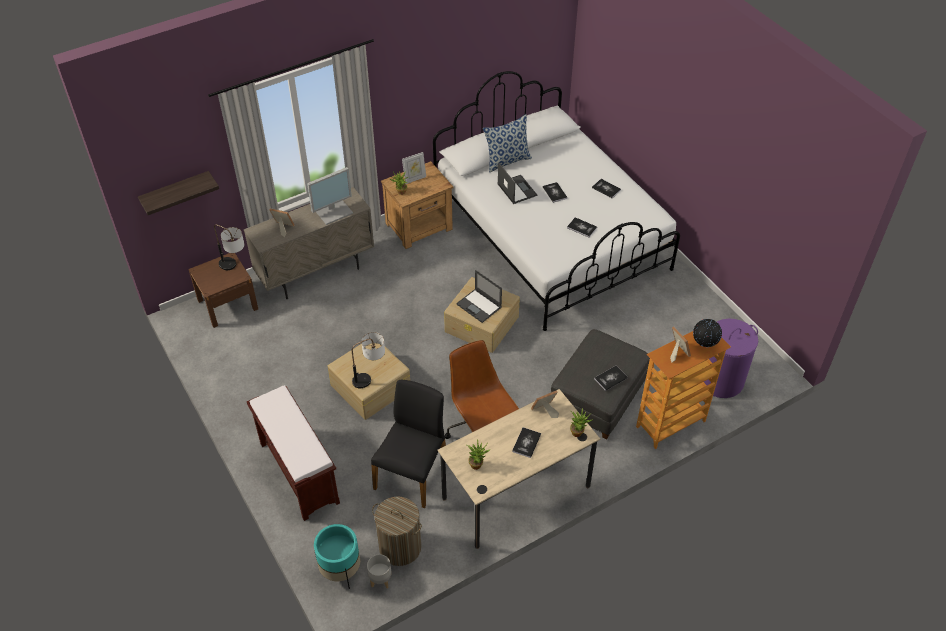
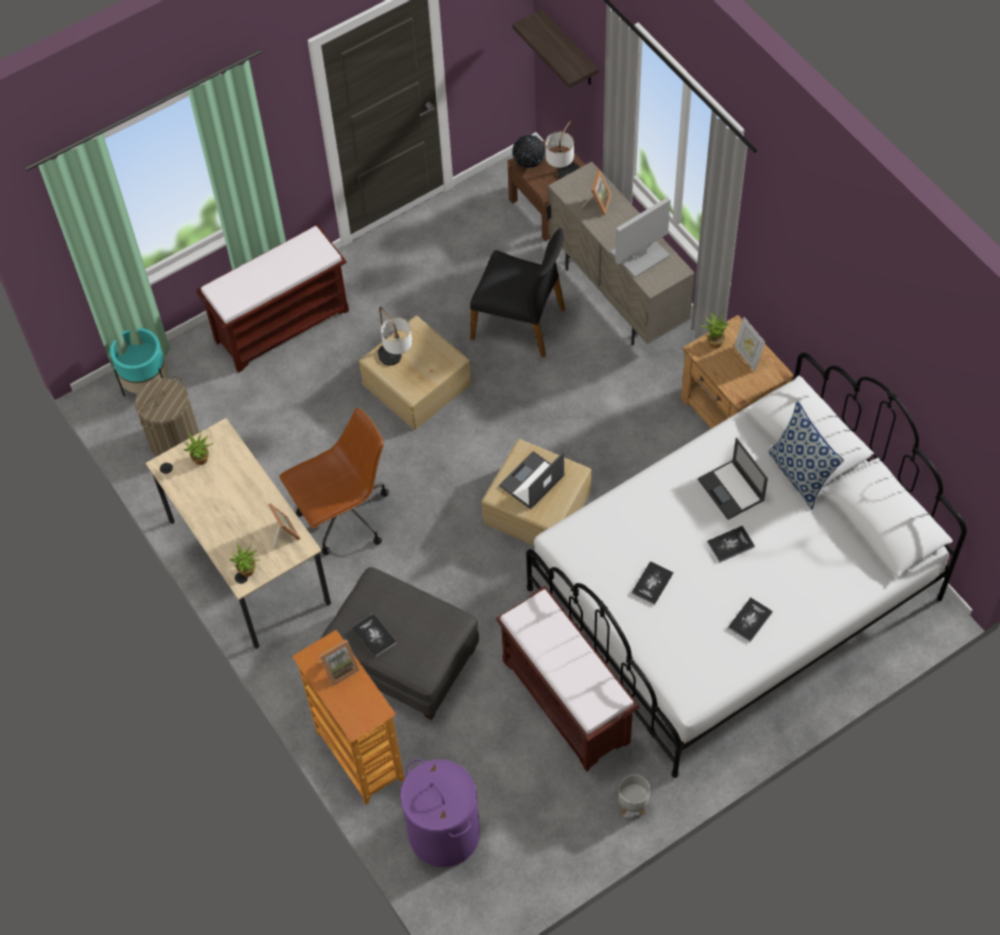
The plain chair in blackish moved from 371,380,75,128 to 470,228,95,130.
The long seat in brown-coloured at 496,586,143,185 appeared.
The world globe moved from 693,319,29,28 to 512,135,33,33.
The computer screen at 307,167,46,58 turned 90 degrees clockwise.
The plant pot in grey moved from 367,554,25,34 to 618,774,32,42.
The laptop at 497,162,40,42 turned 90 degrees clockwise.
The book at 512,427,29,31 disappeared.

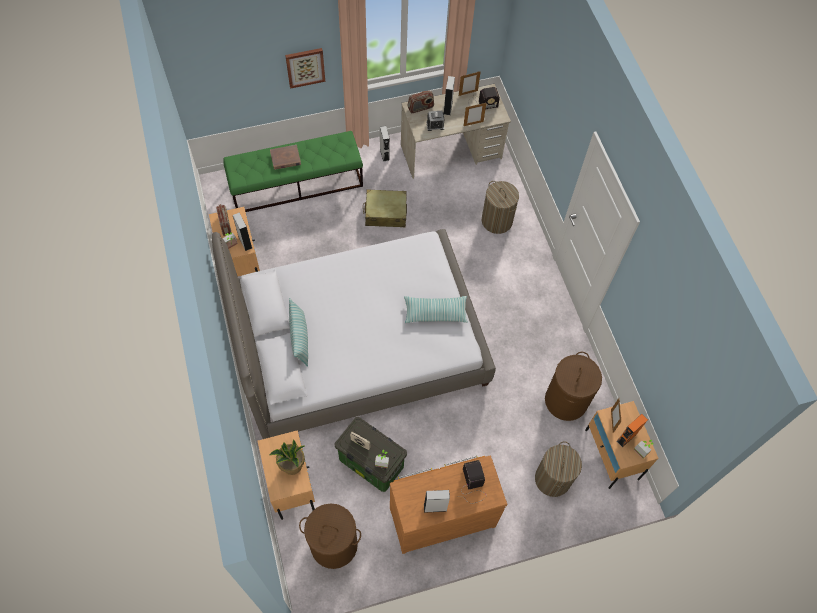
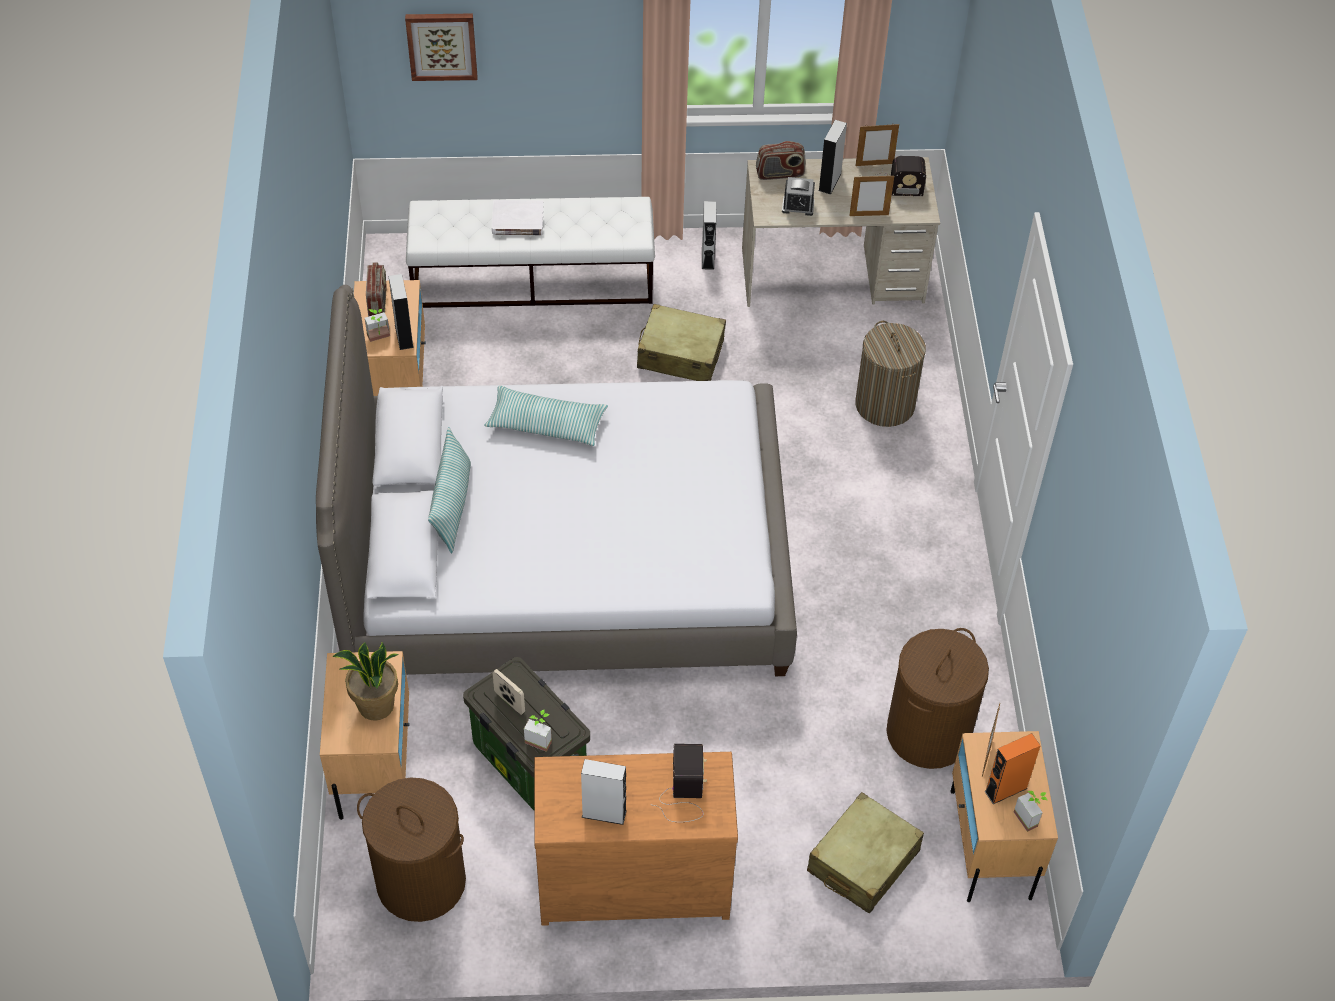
The wall picture moved from 285,48,40,41 to 405,13,72,68.
The long seat in greenish at 223,131,140,81 became the long seat in white at 406,197,249,111.
The cushion moved from 404,296,64,27 to 484,386,124,60.
The book in brown-coloured at 270,145,31,25 became the book in white at 492,200,52,35.
The washing basket at 535,441,47,56 was replaced by the travel case in beige-coloured at 807,792,117,122.

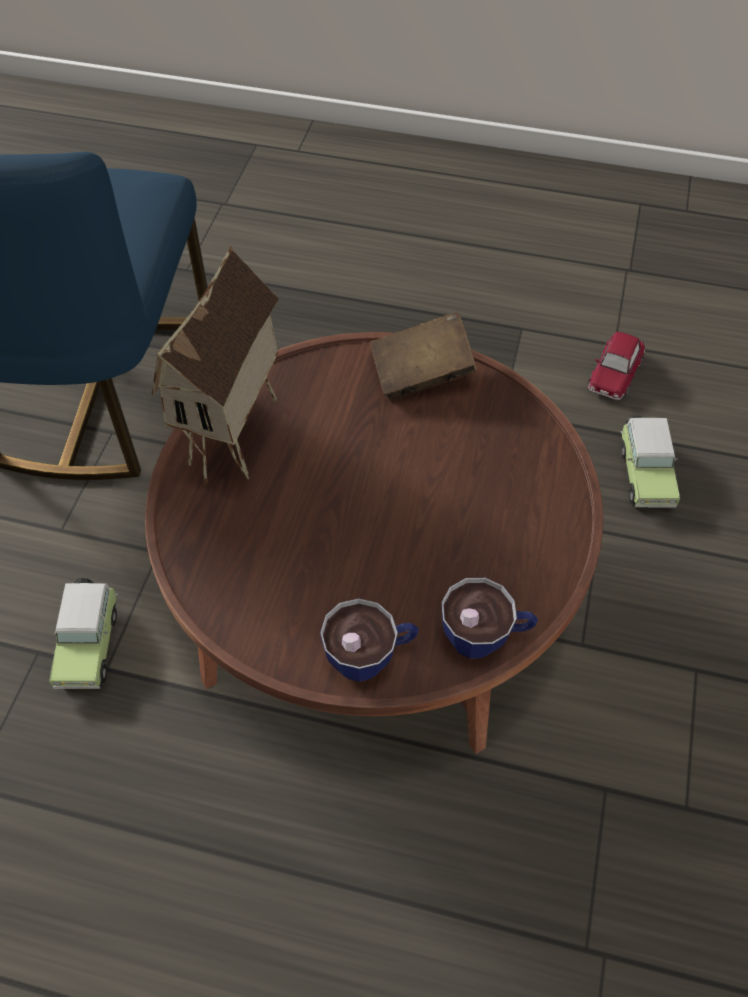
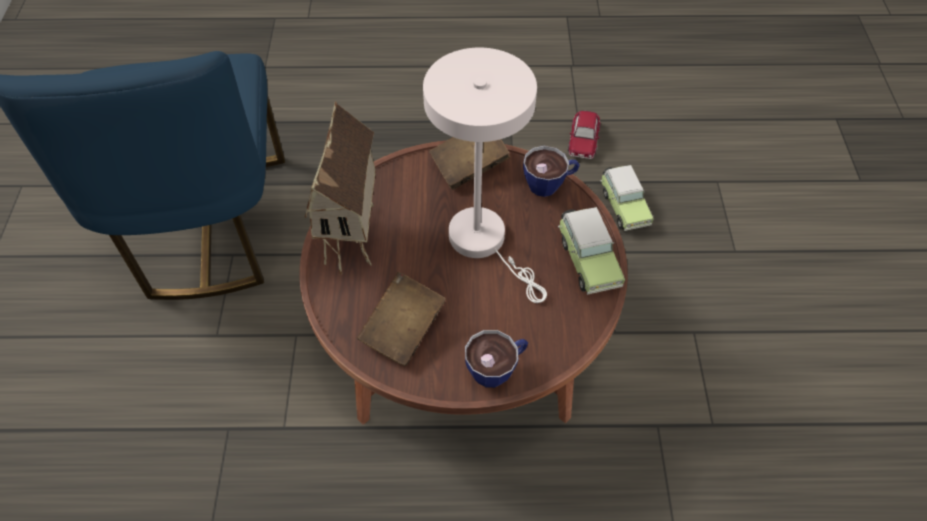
The book in brown-coloured at 357,272,89,94 appeared.
The tabletop lamp in white at 423,48,124,255 appeared.
The small cup moved from 441,578,97,81 to 523,146,57,51.
The toy car moved from 49,578,69,111 to 558,207,67,88.

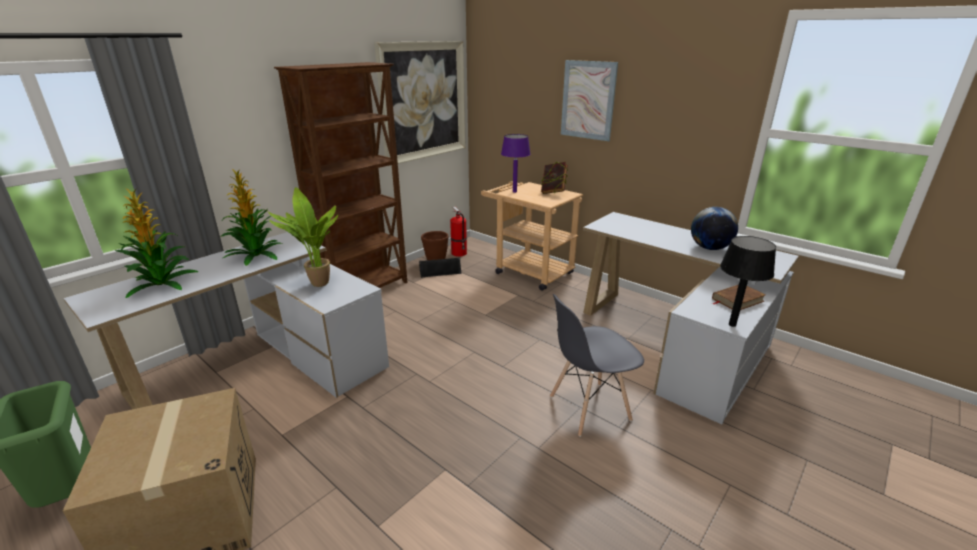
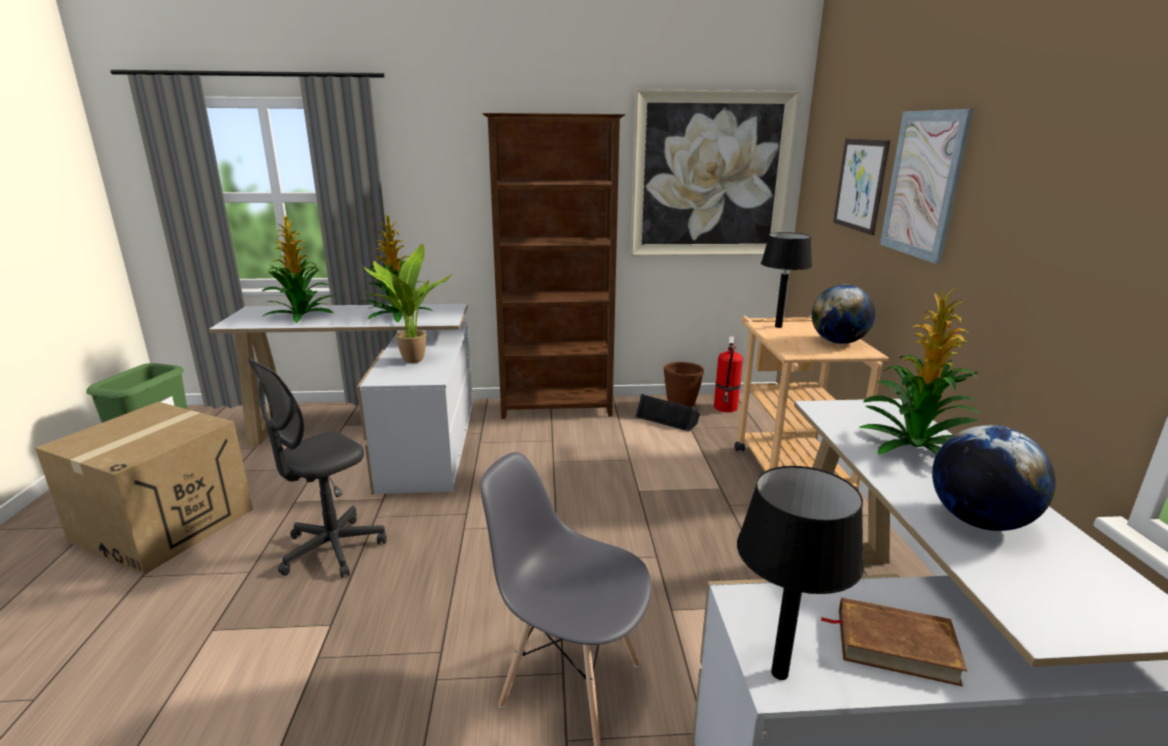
The office chair in grey at 248,358,139,220 appeared.
The tabletop lamp in purple at 501,134,30,59 became the tabletop lamp in blackish at 761,232,51,96.
The book at 541,162,27,32 was replaced by the world globe at 812,284,63,60.
The wall picture at 833,139,57,96 appeared.
The houseplant at 859,287,121,168 appeared.

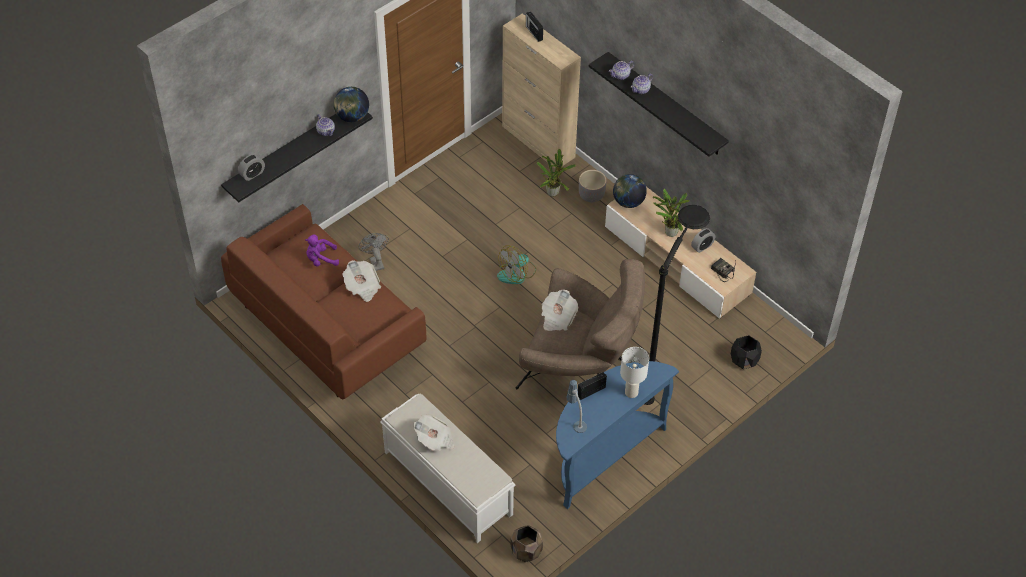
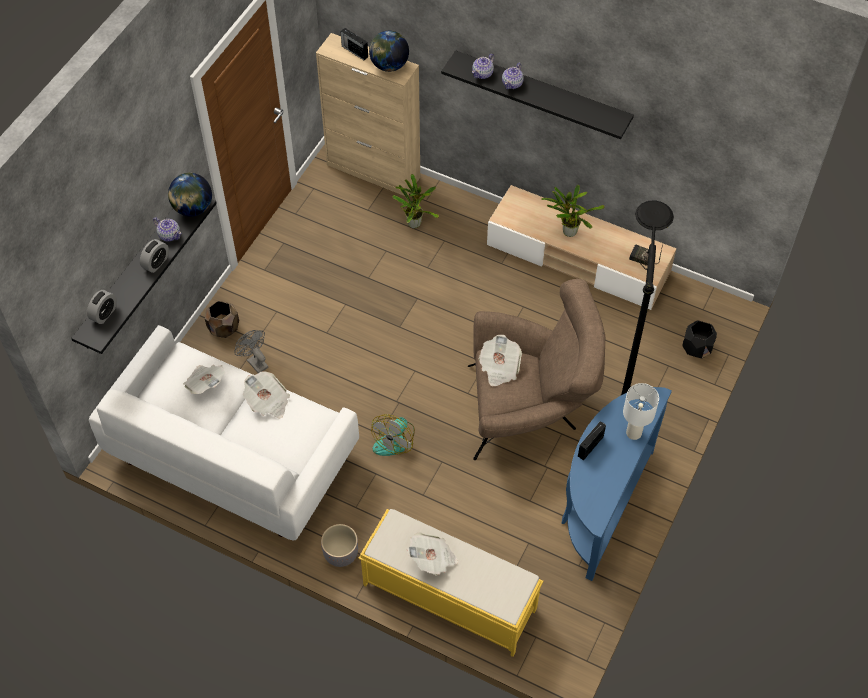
The sofa in brown-coloured at 221,204,205,195 became the sofa in white at 89,325,270,215.
The table clock moved from 691,228,24,25 to 140,239,29,34.
The plush toy in purple at 305,234,34,33 was replaced by the printed paper at 183,365,43,29.
The plant pot in brown-coloured moved from 510,525,33,37 to 205,301,34,37.
The plant pot in grey moved from 579,170,27,32 to 321,524,37,43.
The long seat in white at 380,394,136,149 became the long seat in yellow at 359,509,184,148.
The world globe moved from 613,174,34,34 to 369,31,40,41.
The cooling fan moved from 497,245,39,39 to 371,414,44,42.
The tabletop lamp at 566,380,21,53 disappeared.

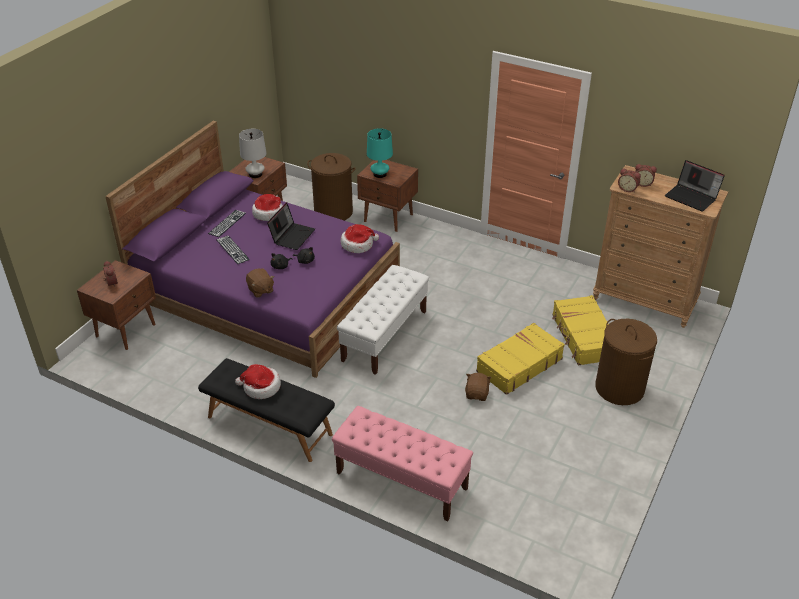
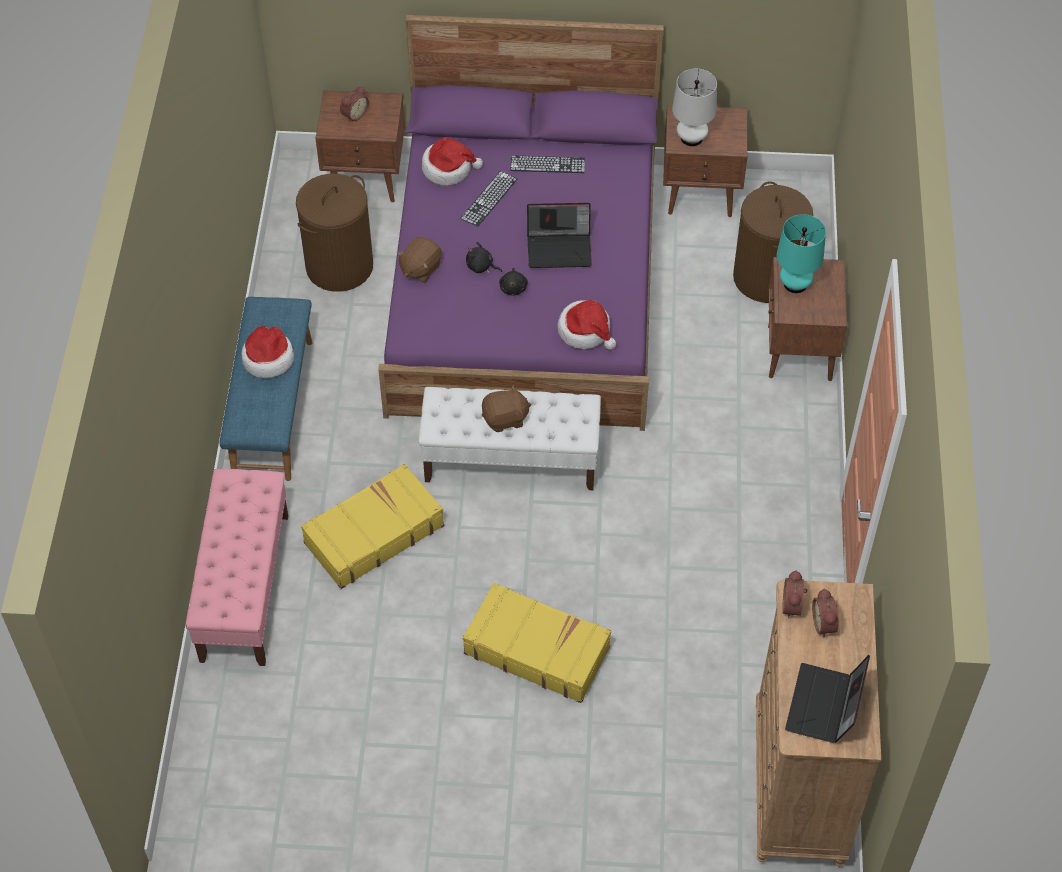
The long seat in blackish at 198,358,137,104 became the long seat in bluish at 219,297,93,184.
The washing basket in brown-coloured moved from 595,319,62,86 to 296,174,77,118.
The travel case in yellow moved from 552,295,57,70 to 301,464,143,125.
The wearable hat moved from 252,194,31,27 to 422,138,61,48.
The plush toy in brown-coloured moved from 465,373,27,28 to 482,385,49,47.

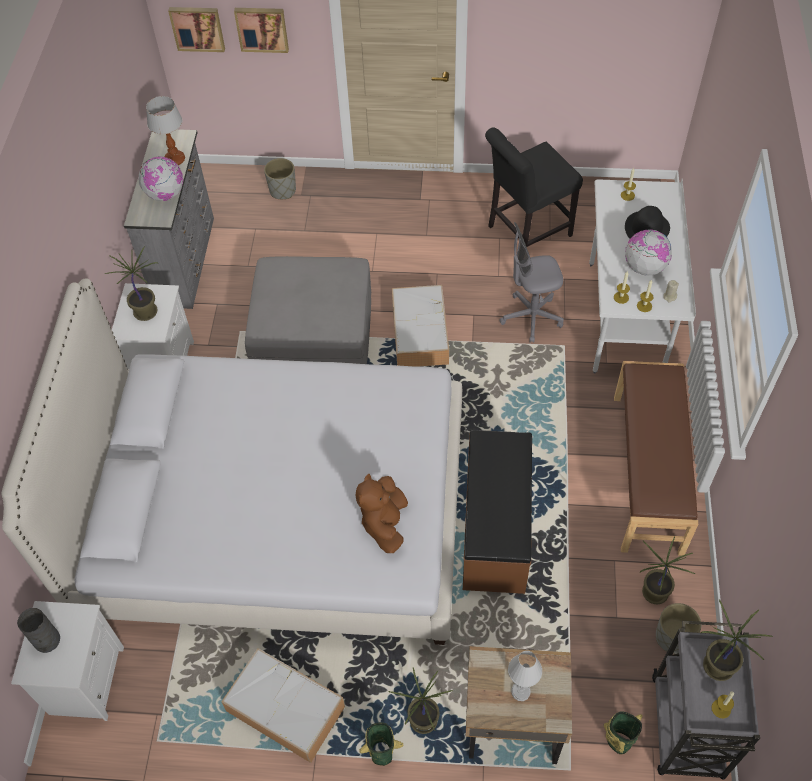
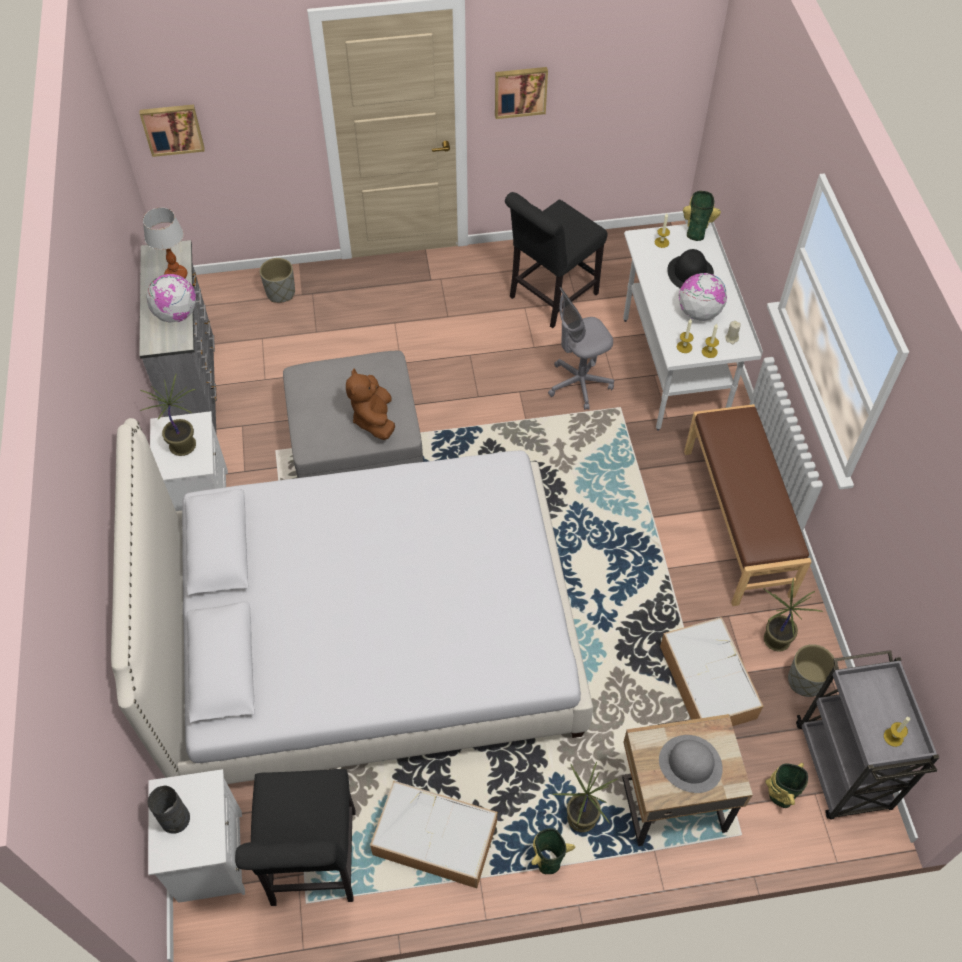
The plain chair in blackish at 235,769,121,137 appeared.
The plush toy in brown-coloured moved from 355,474,53,79 to 346,369,49,71.
The wall picture moved from 234,8,55,45 to 495,67,53,52.
The tabletop lamp in white at 508,651,34,50 was replaced by the wearable hat in grey at 659,735,64,58.
The storage container moved from 392,285,57,82 to 660,617,104,109.
The decorative vase at 683,191,38,50 appeared.
The long seat in brown-coloured at 463,430,69,164 disappeared.
The houseplant at 701,599,72,82 disappeared.

